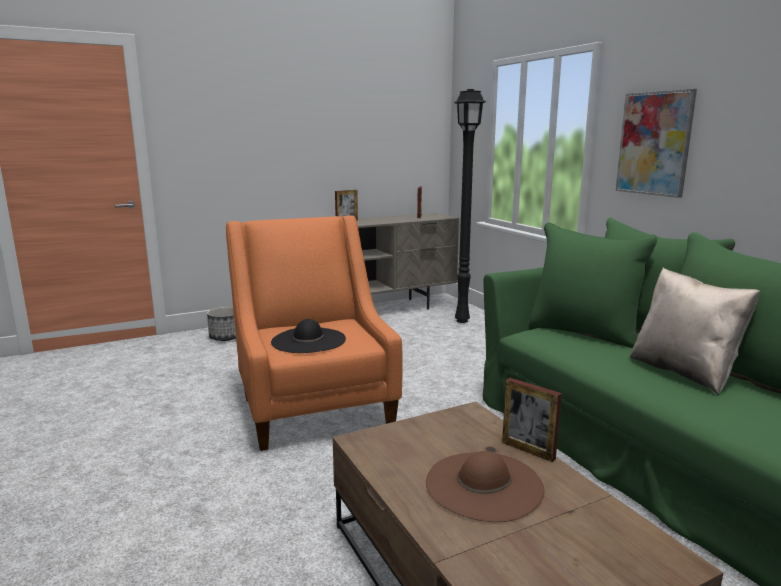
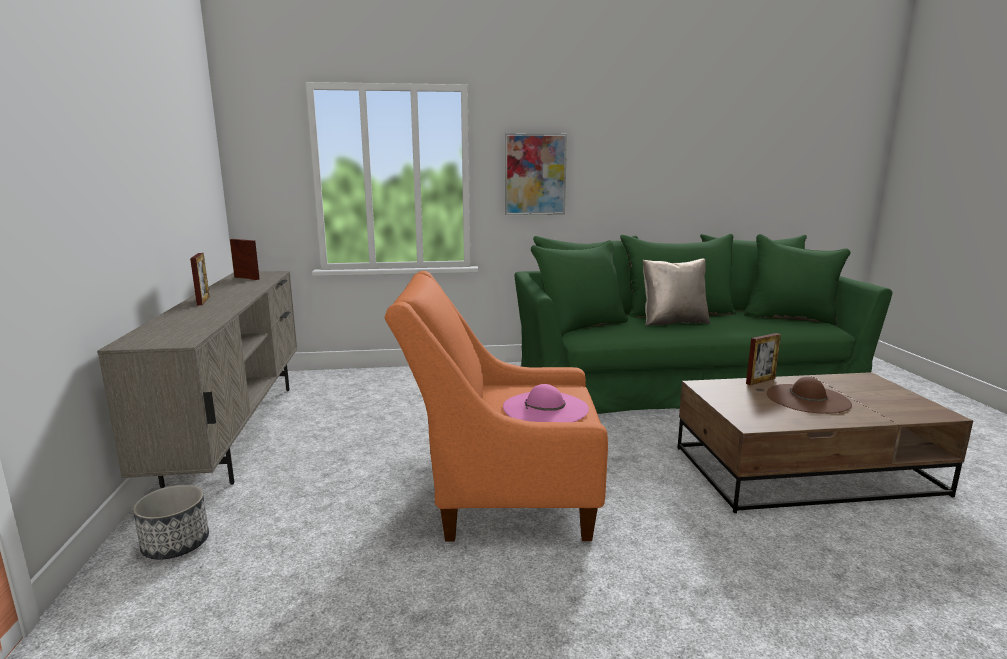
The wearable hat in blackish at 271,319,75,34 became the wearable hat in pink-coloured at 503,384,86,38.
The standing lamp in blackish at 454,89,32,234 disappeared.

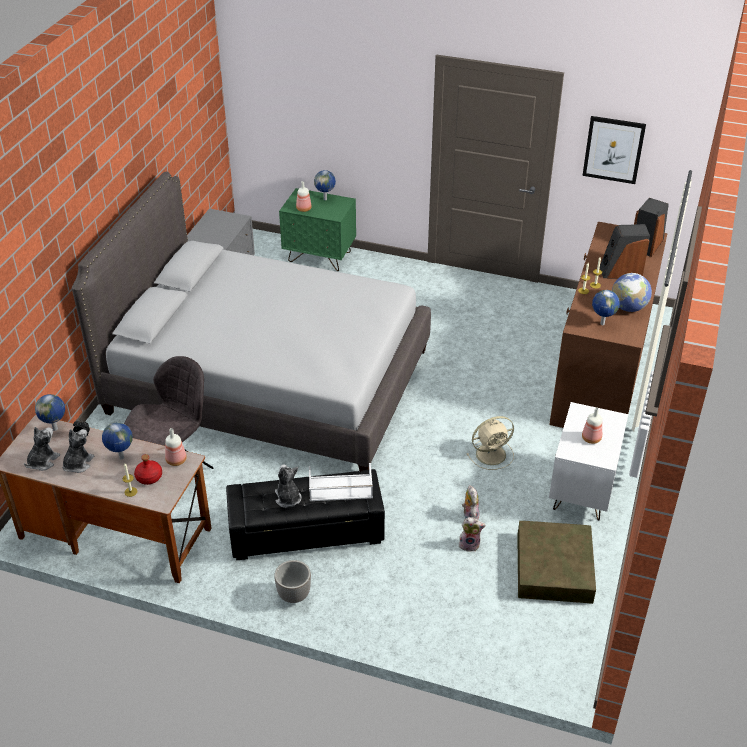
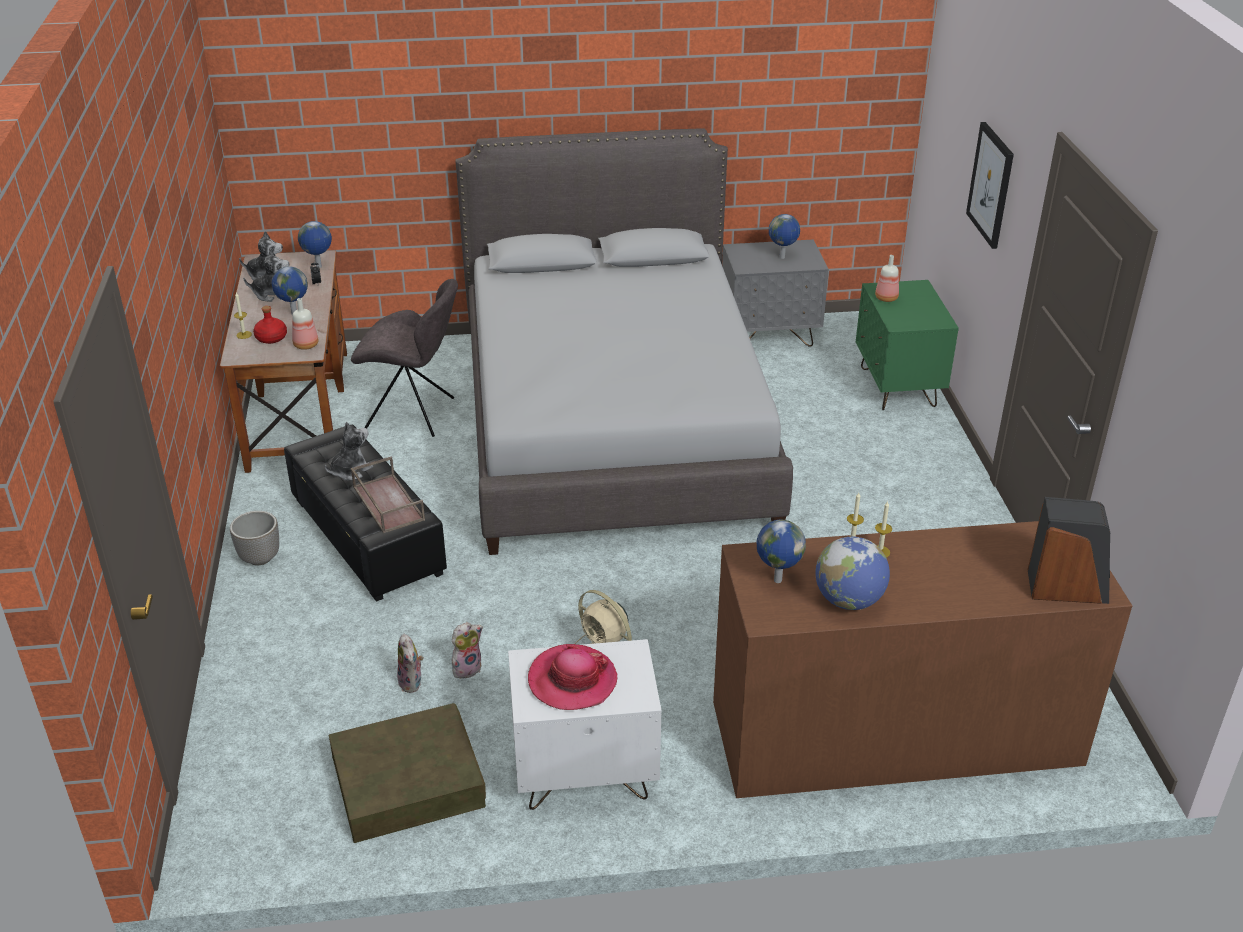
The carrying tray in white at 309,463,64,38 became the carrying tray in brown-coloured at 351,456,74,78.
The bottle at 582,407,20,37 was replaced by the wearable hat at 528,644,90,66.
The world globe moved from 314,170,22,30 to 769,214,31,45.
The wall picture moved from 582,116,64,68 to 966,122,48,127.
The audio speaker at 600,224,50,54 disappeared.

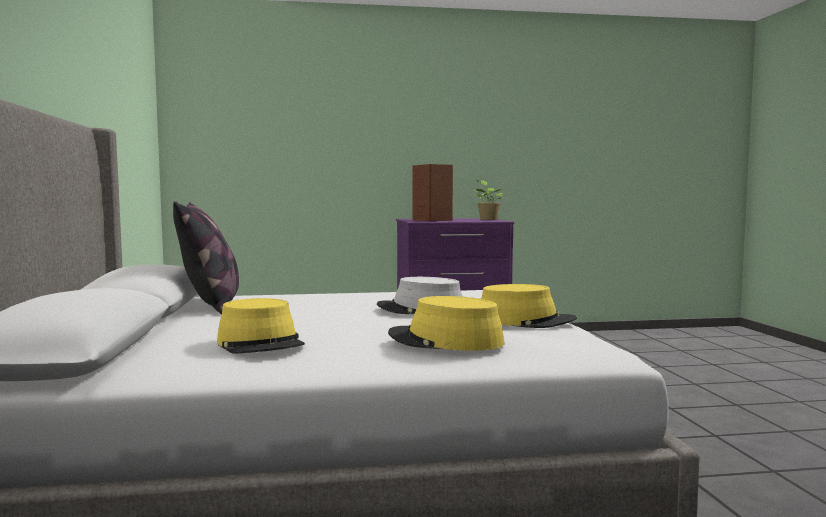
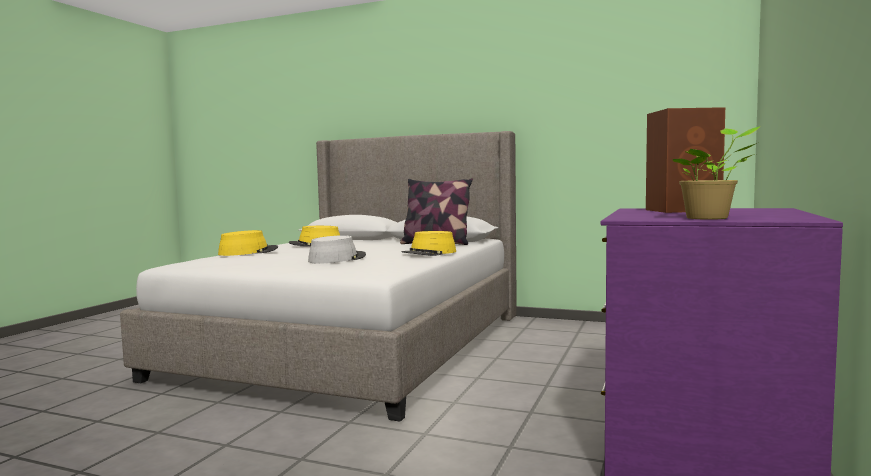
The wearable hat in yellow moved from 481,284,96,44 to 402,231,54,25.

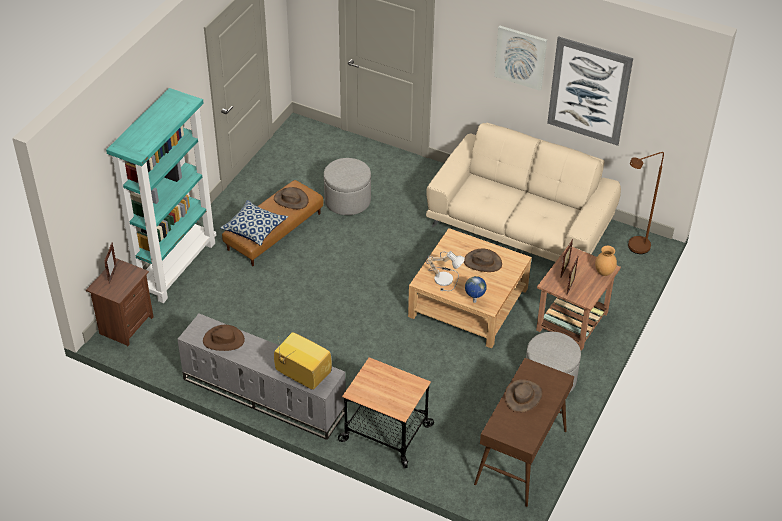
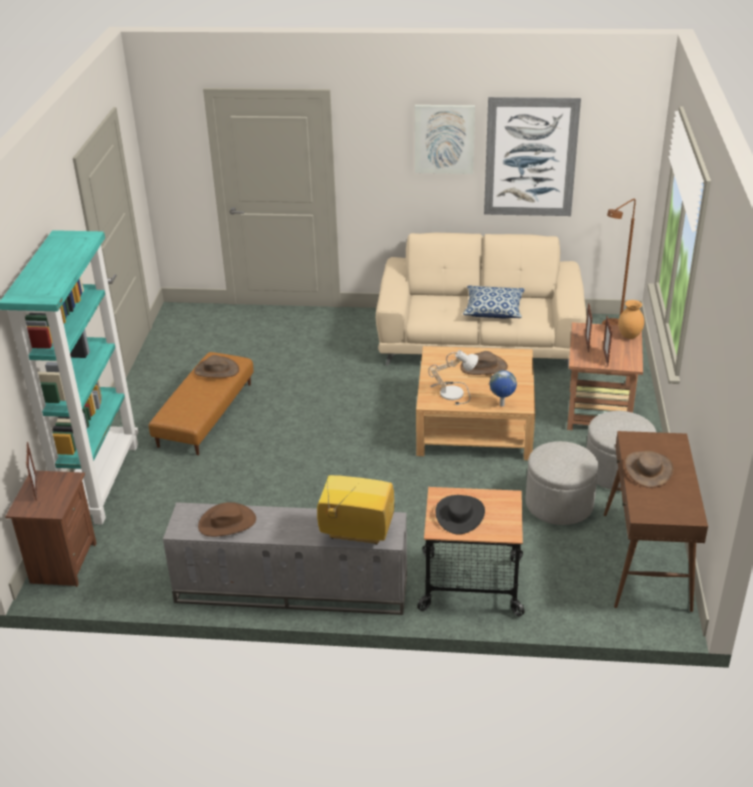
The wearable hat in blackish at 435,495,50,39 appeared.
The cushion moved from 220,200,68,46 to 463,286,62,32.
The pouffe in grey moved from 324,158,47,57 to 526,441,72,84.

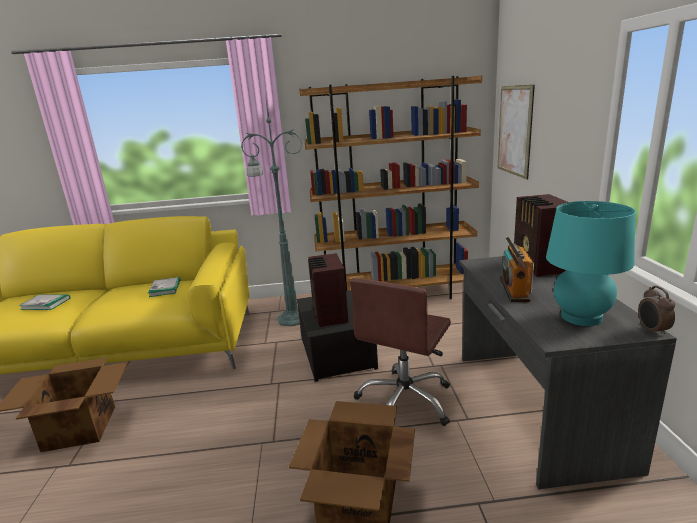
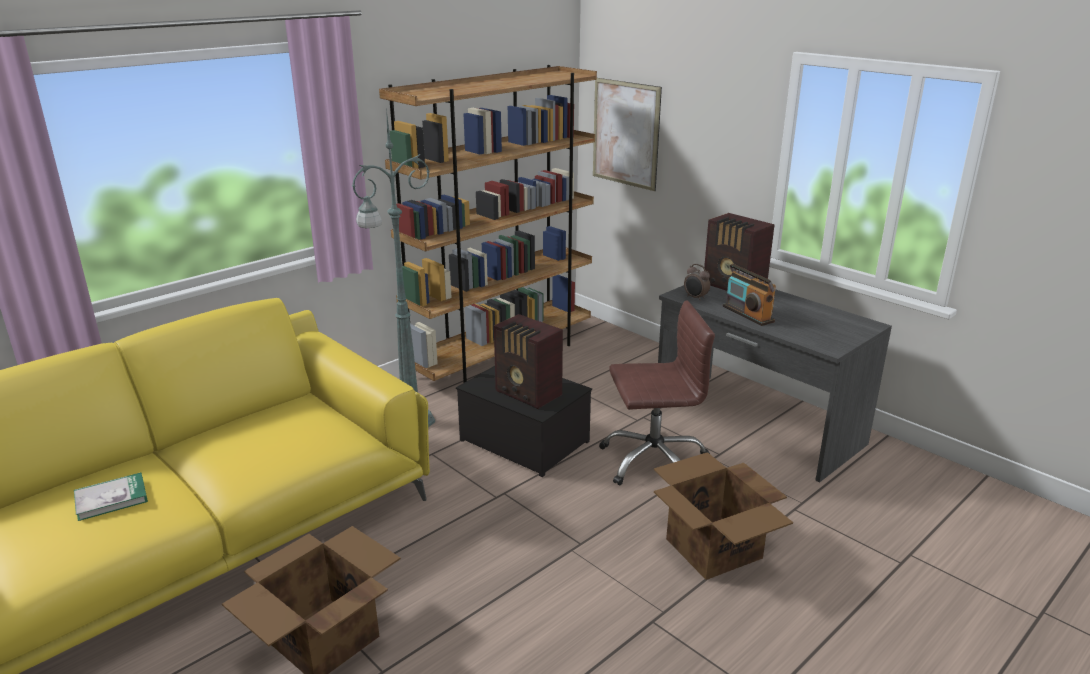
The office chair in brown-coloured at 350,278,101,148 turned 90 degrees counterclockwise.
The table clock moved from 638,286,37,50 to 684,264,26,37.
The book at 148,277,33,20 disappeared.
The tabletop lamp in blue-green at 546,201,90,125 disappeared.

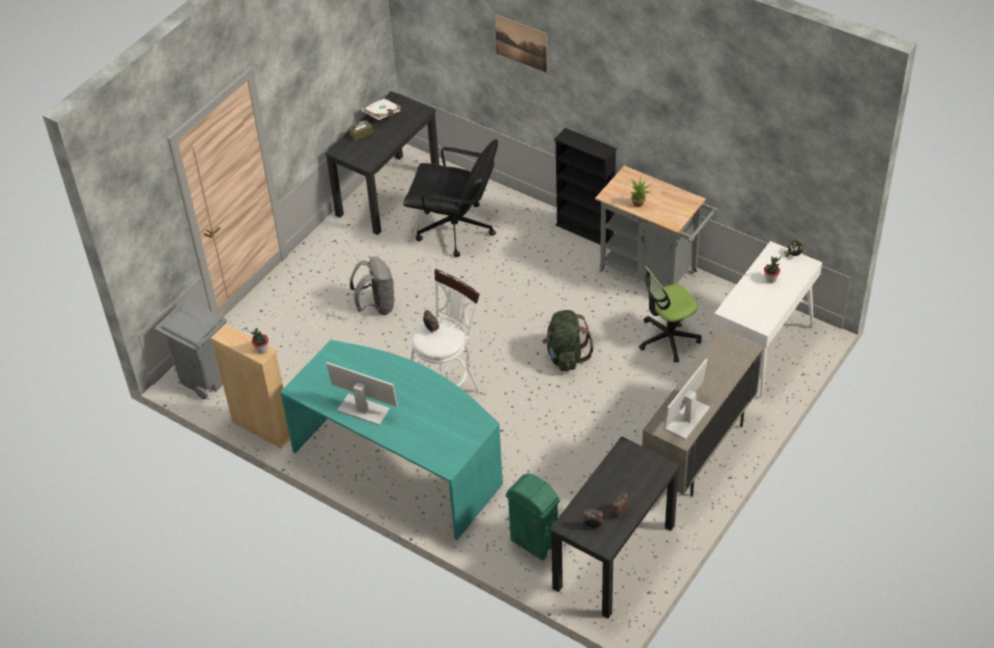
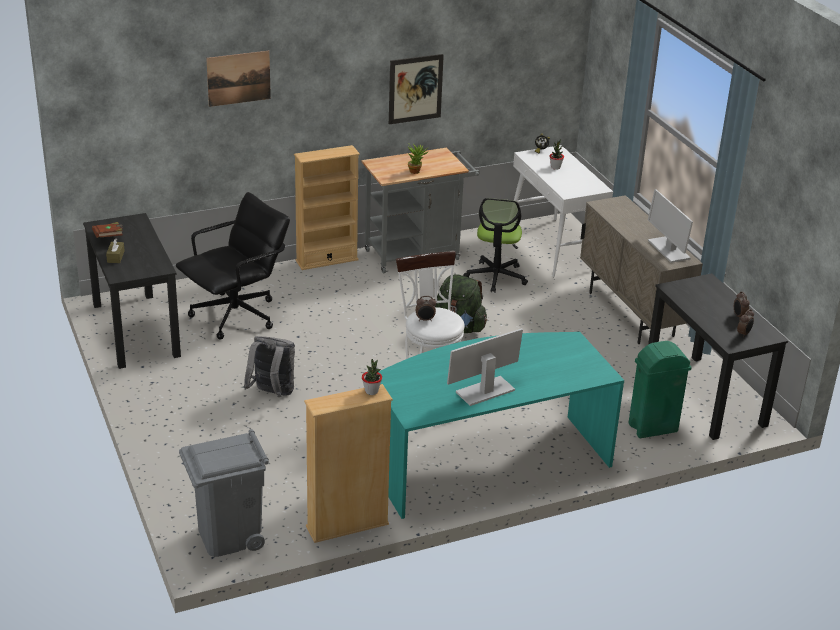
The book in white at 362,98,39,22 became the book in brown-coloured at 92,222,31,16.
The bookcase in blackish at 554,128,63,117 became the bookcase in beige-coloured at 294,145,66,125.
The wall picture at 389,54,55,70 appeared.

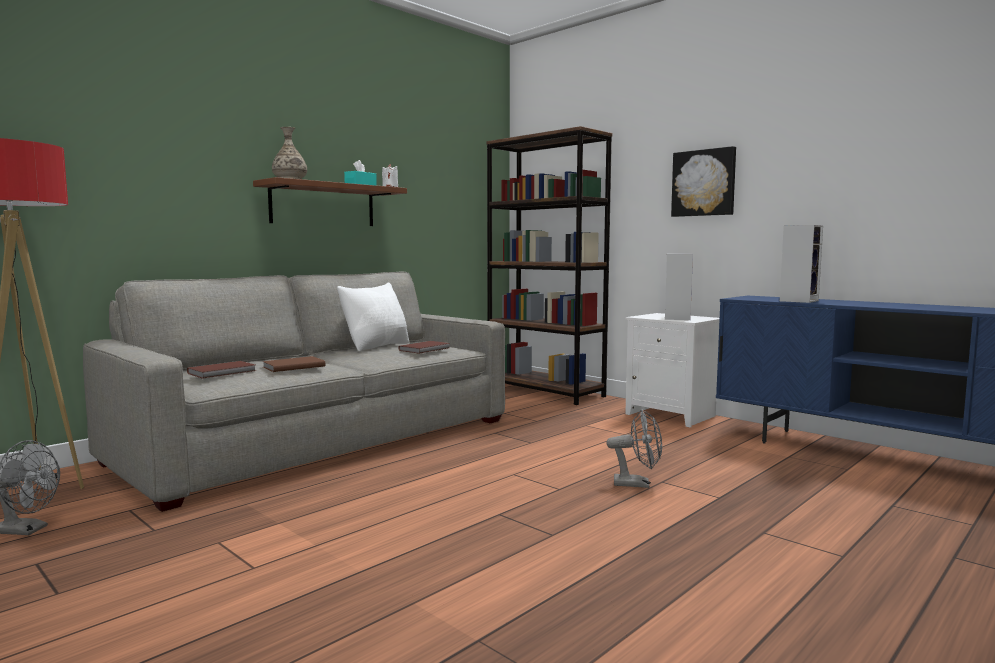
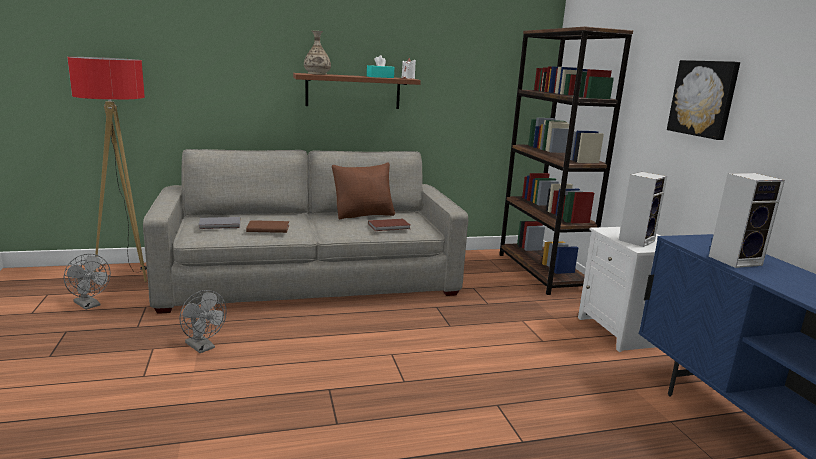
The cooling fan in grey moved from 606,409,56,79 to 179,290,48,63.
The book in brown-coloured at 187,361,69,18 became the book in grey at 199,217,41,12.
The cushion in white at 337,282,72,69 became the cushion in brown-coloured at 332,162,63,57.

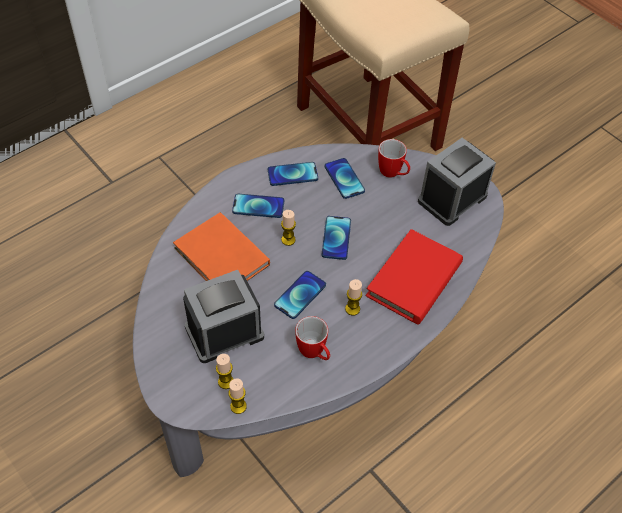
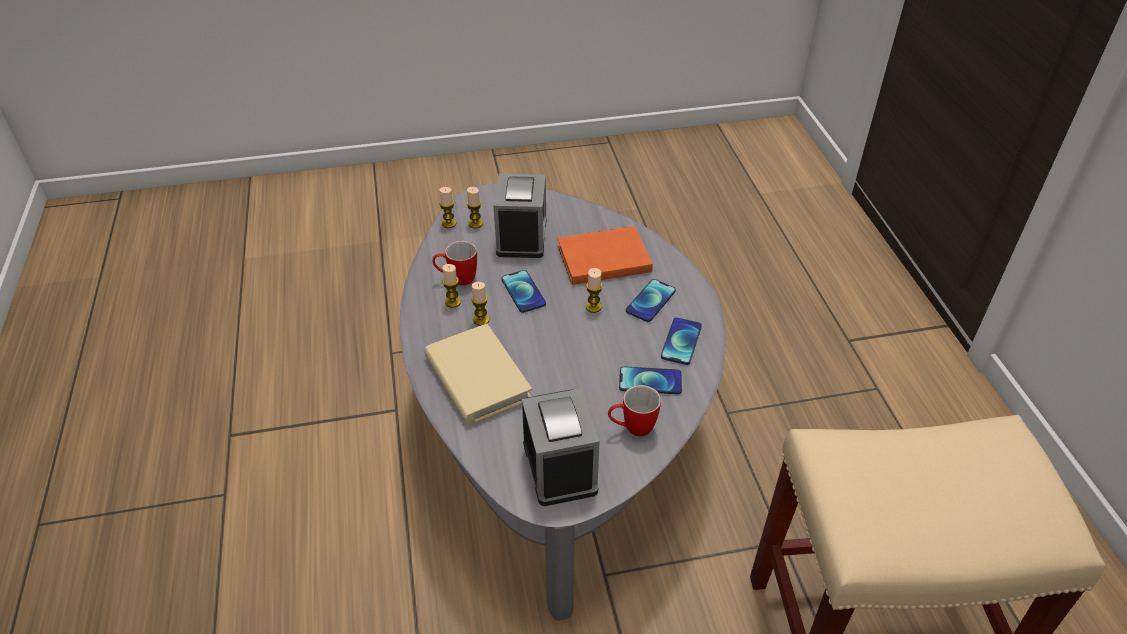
The book in red at 366,229,97,96 became the book in beige-coloured at 424,324,108,101.
The candle at 442,264,19,44 appeared.
The telephone at 322,216,29,44 disappeared.

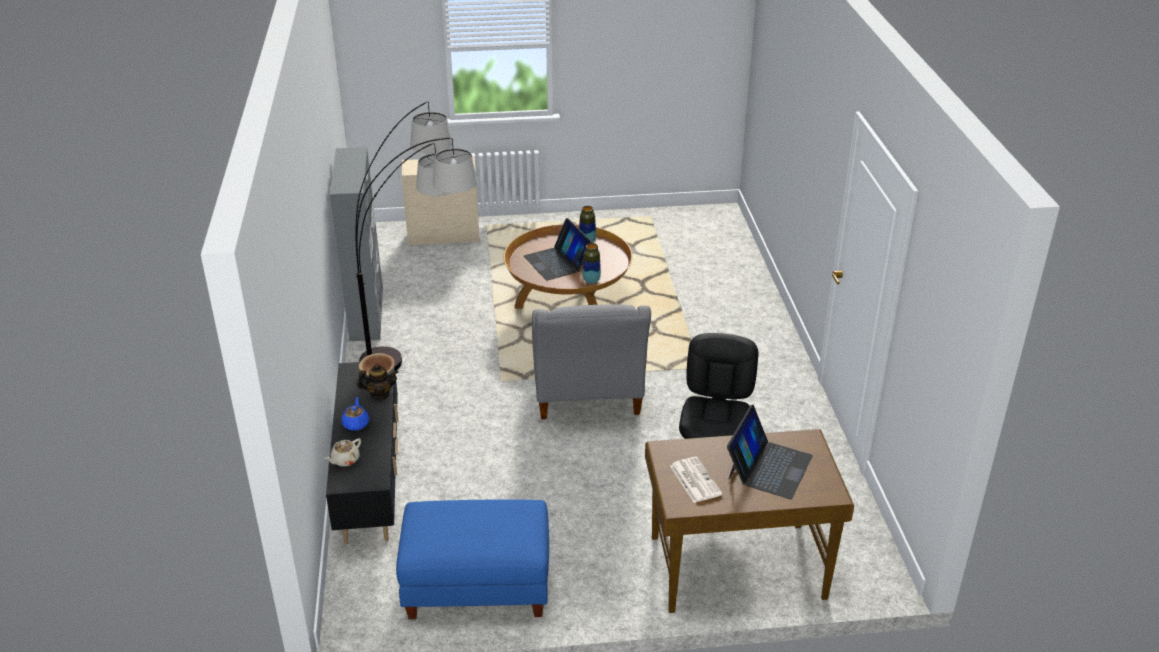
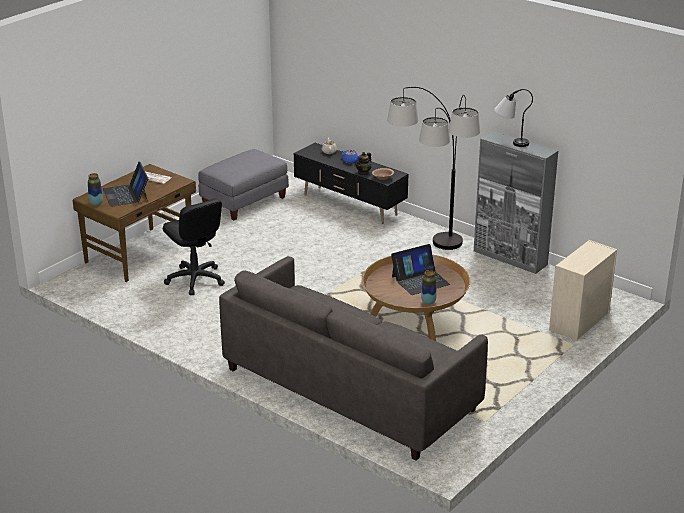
The decorative vase moved from 583,243,18,41 to 88,173,15,33.
The pouffe in bluish at 396,499,153,120 became the pouffe in grey at 198,149,91,71.
The sofa in grey at 219,256,269,205 appeared.
The laptop at 524,218,68,63 turned 135 degrees clockwise.
The tabletop lamp at 494,89,39,58 appeared.
The easy chair in grey at 532,304,119,115 disappeared.

